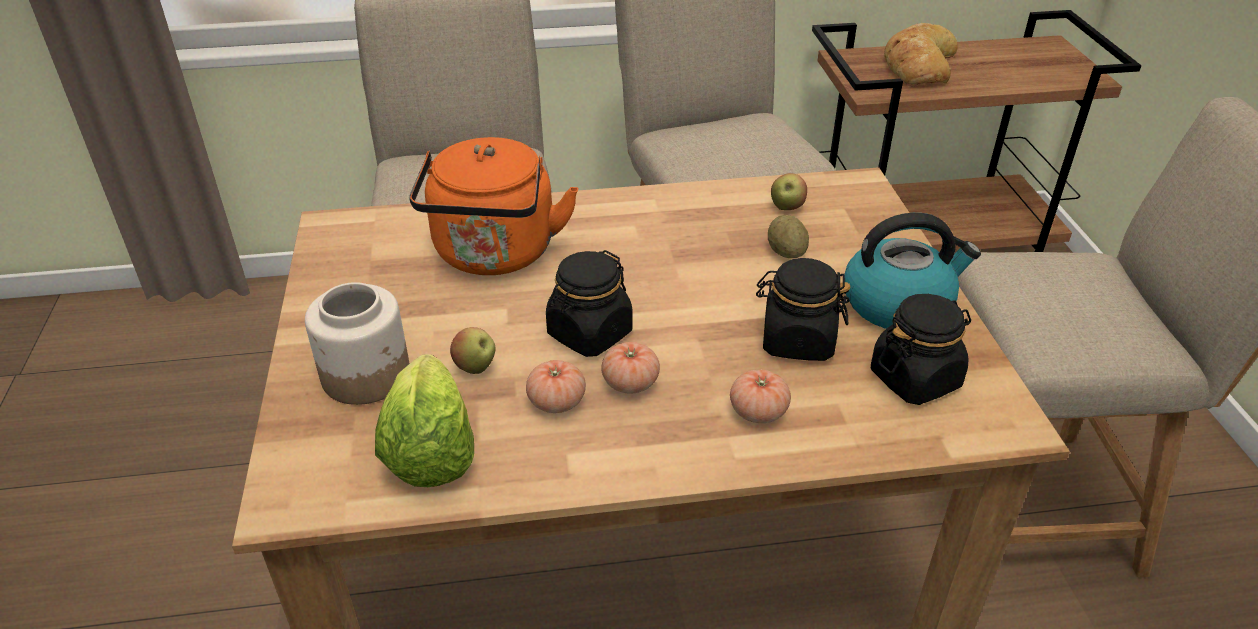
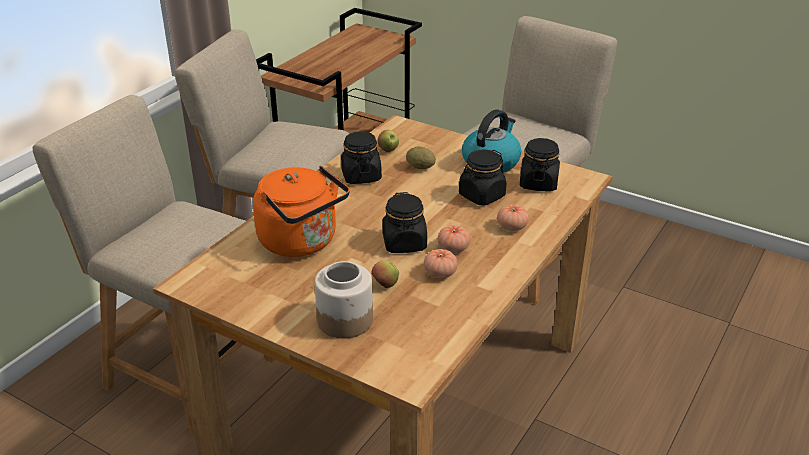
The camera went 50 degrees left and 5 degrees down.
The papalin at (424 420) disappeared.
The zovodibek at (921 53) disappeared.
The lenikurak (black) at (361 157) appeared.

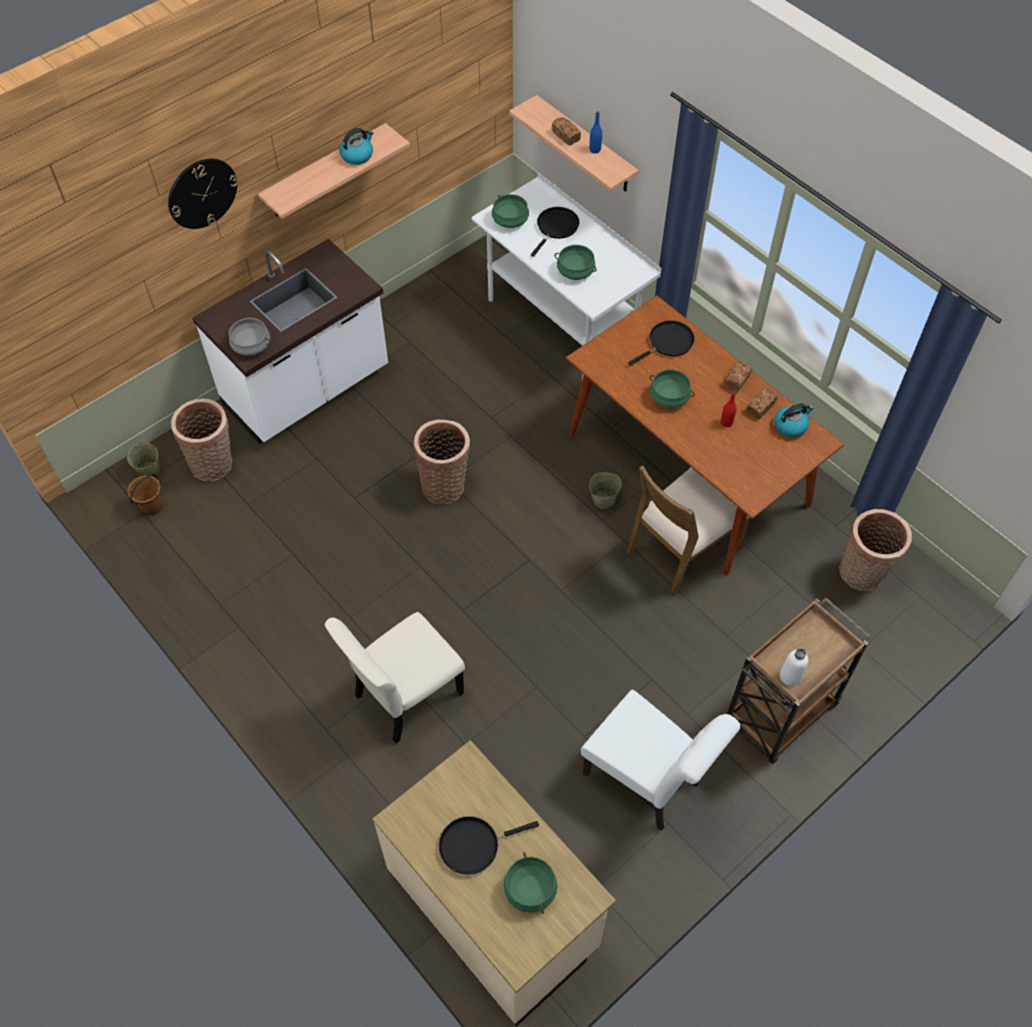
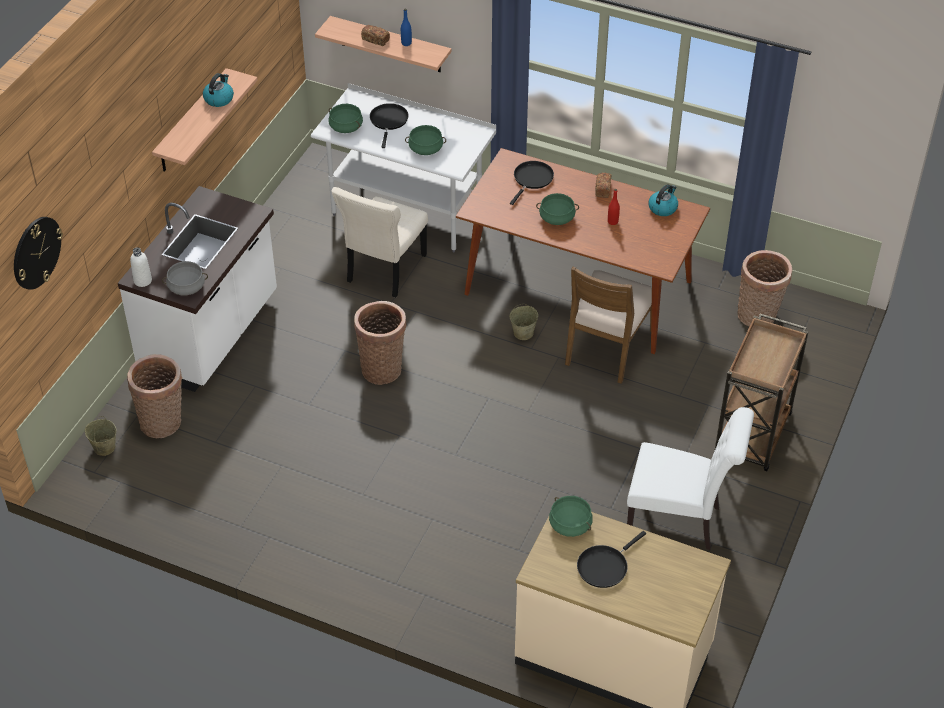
The camera went 25 degrees left and 10 degrees down.
The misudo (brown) at (145 495) disappeared.
The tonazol moved from (203 194) to (38 253).
The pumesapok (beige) moved from (395 678) to (380 242).
The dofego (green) moved from (530 883) to (571 516).
The zovodibek at (762 403) disappeared.
The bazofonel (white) moved from (794 667) to (141 267).

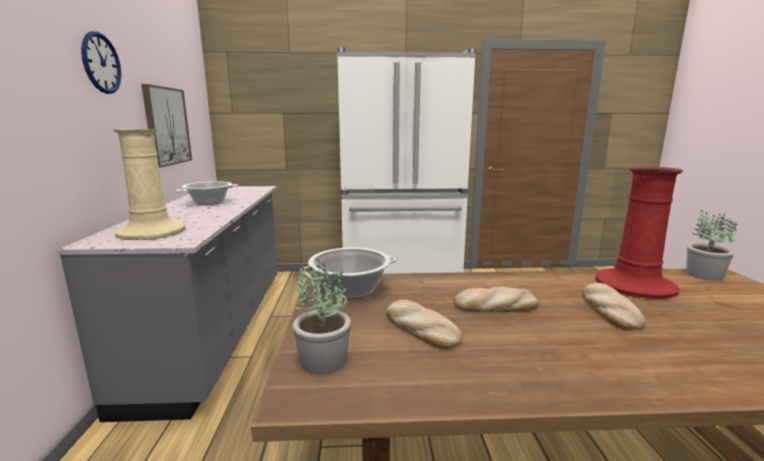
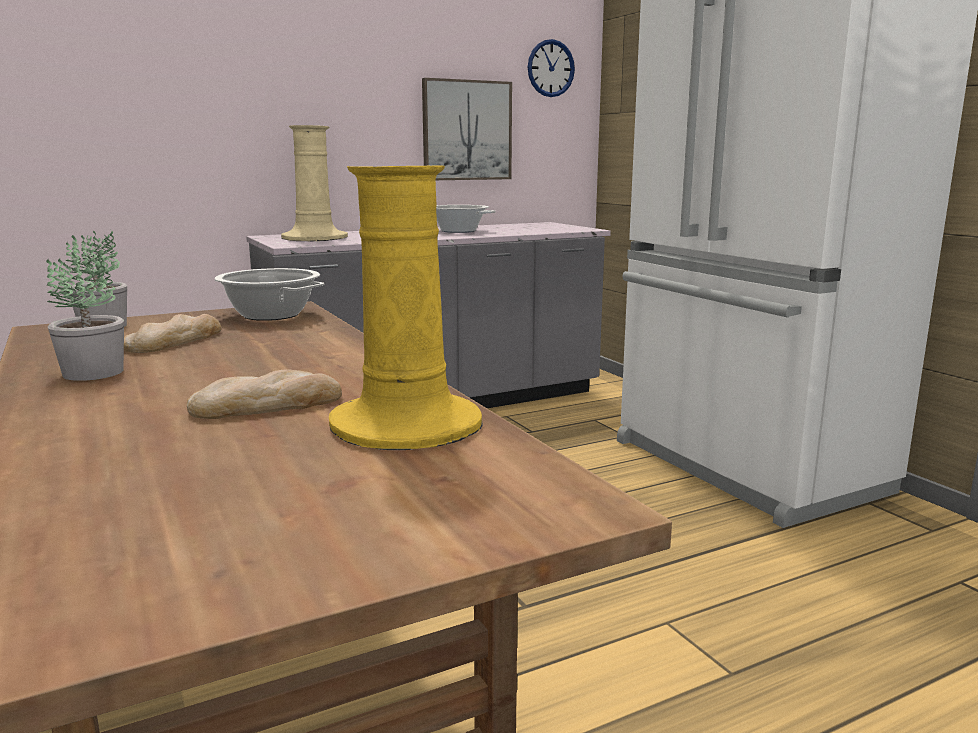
The camera went 65 degrees right and 0 degrees up.
The tonazol moved from (101 62) to (551 68).
The zovodibek at (496 299) disappeared.
The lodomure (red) at (639 232) became the lodomure (yellow) at (406 307).
The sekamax moved from (711 245) to (85 314).

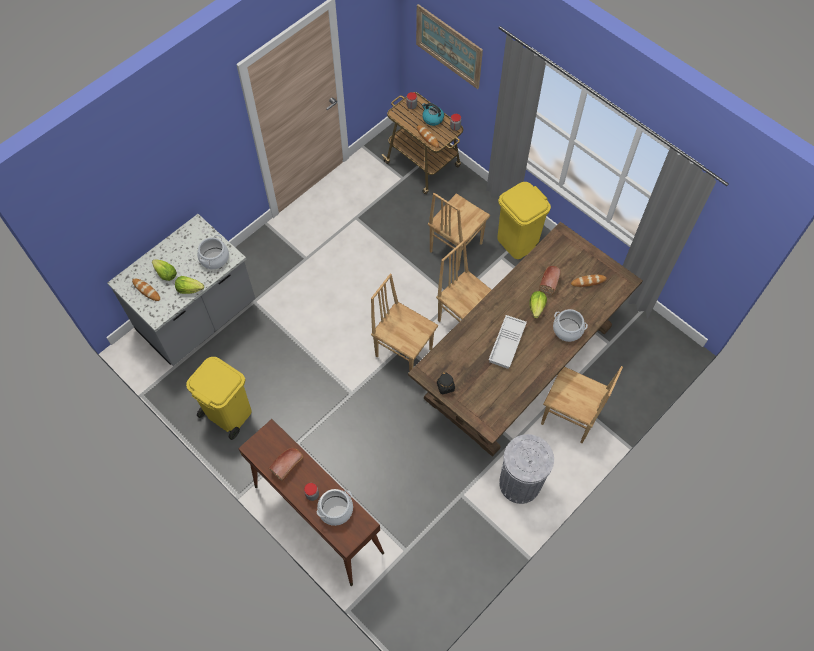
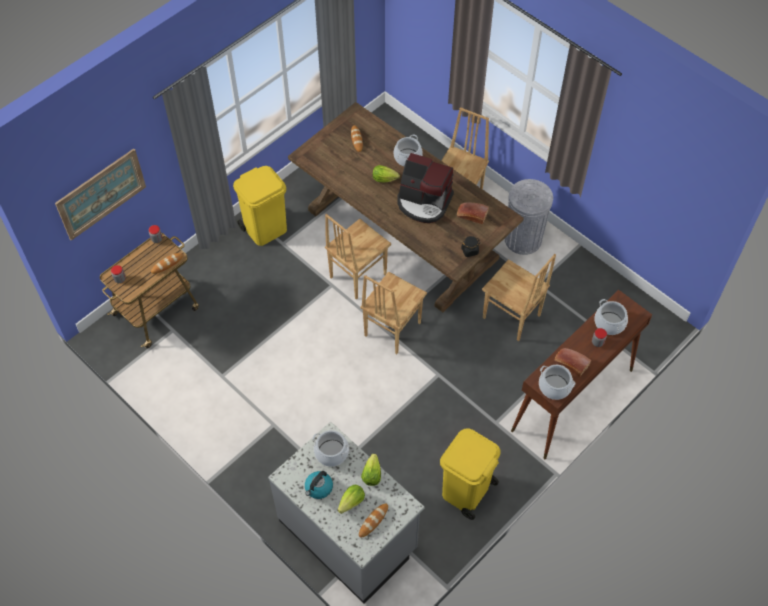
The camera went 90 degrees left and 5 degrees down.
The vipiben moved from (433 114) to (319 485).
The pumesapok (brown) moved from (459 231) to (519 297).
The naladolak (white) at (507 342) was replaced by the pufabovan at (426 188).
The zovodibek moved from (550 280) to (473 213).
The dofego at (557 382) appeared.

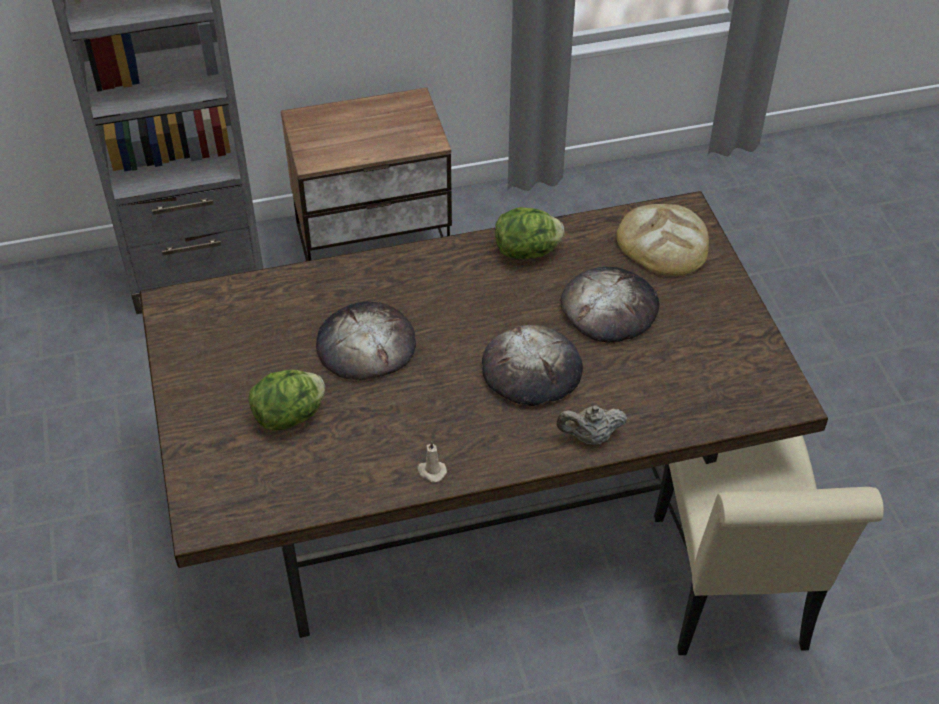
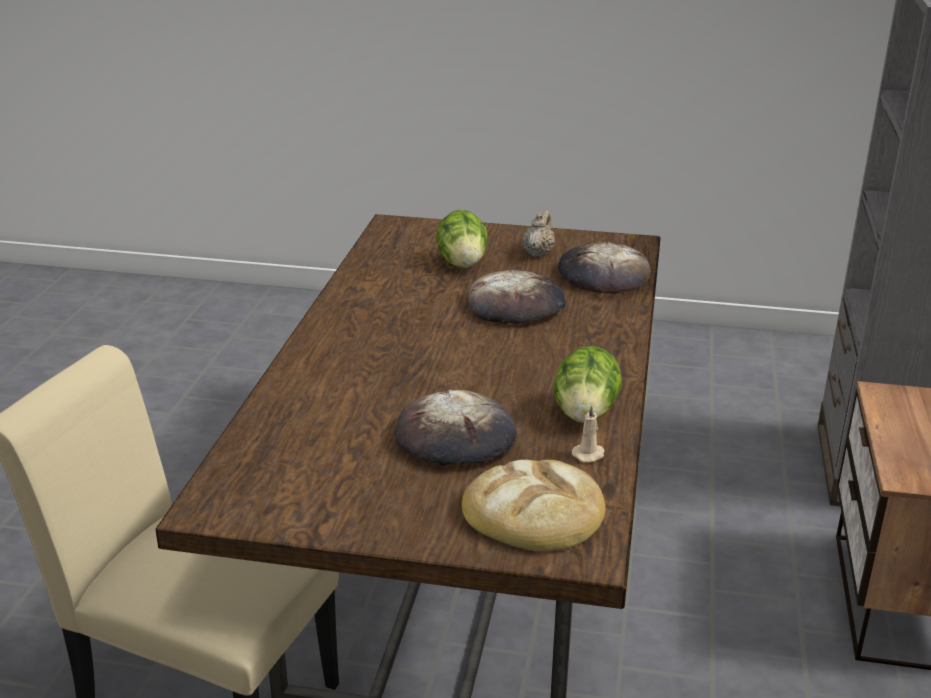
The camera went 115 degrees right and 20 degrees down.
The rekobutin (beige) moved from (432 461) to (588 434).
The zovodibek moved from (532 365) to (604 268).
The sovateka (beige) moved from (591 425) to (539 233).

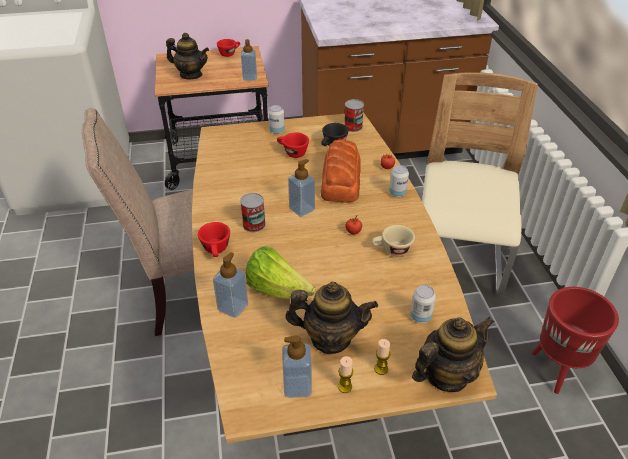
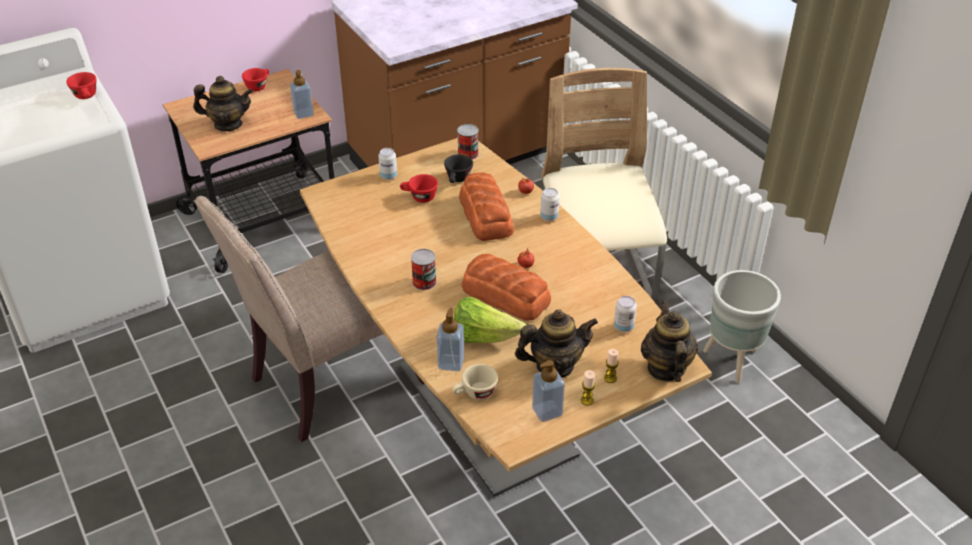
The camera went 20 degrees left and 0 degrees up.
The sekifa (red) moved from (214 239) to (81 85).
The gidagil at (301 188) disappeared.
The sekifa (beige) moved from (393 241) to (475 382).
The sovateka at (453 354) turned 45 degrees counterclockwise.
The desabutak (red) at (575 340) became the desabutak (grey) at (742 326).
The zovodibek at (506 287) appeared.

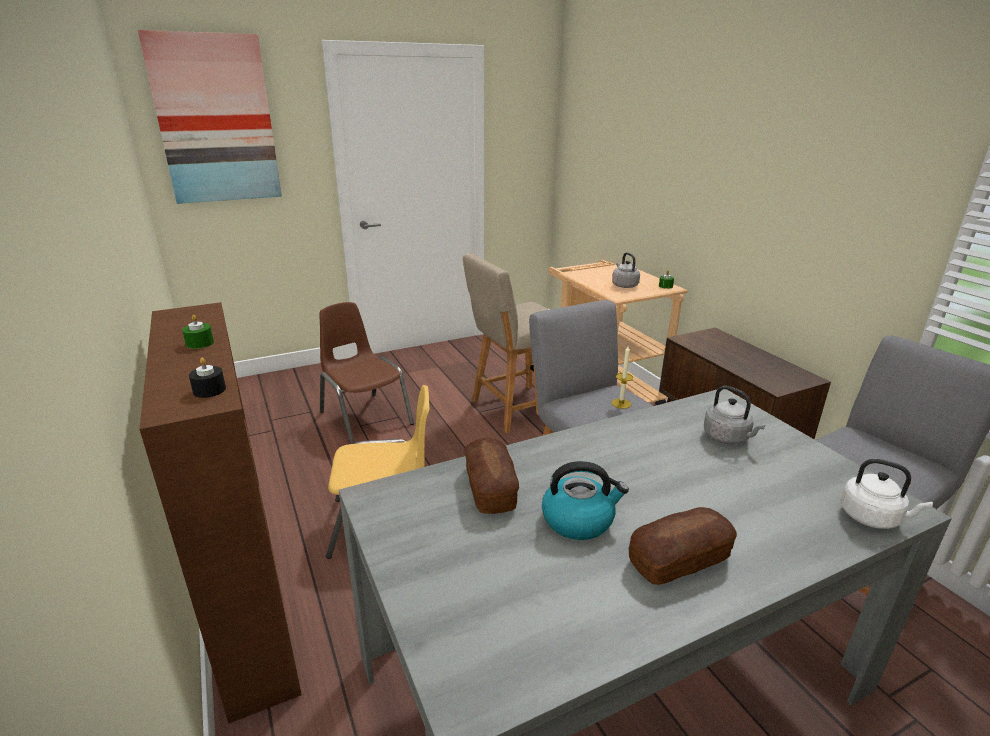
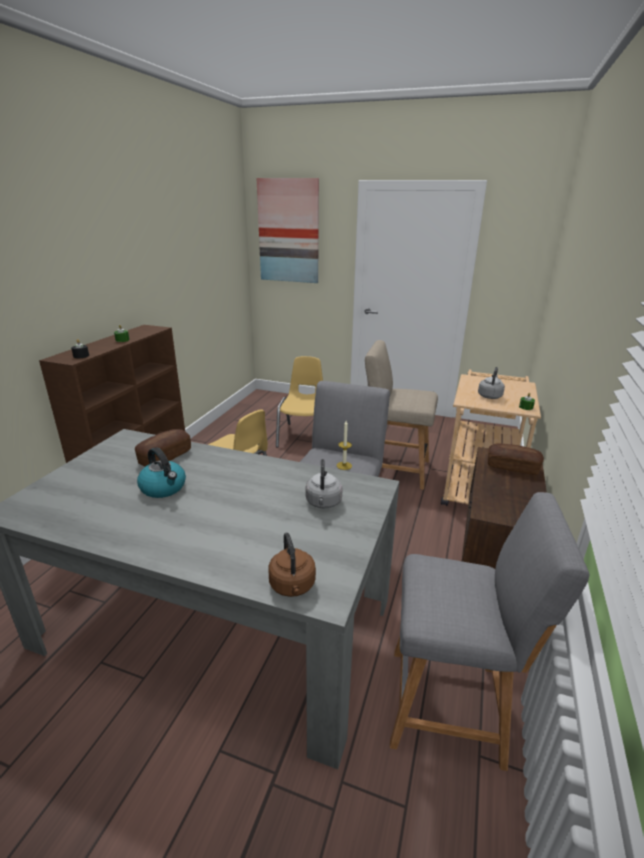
The camera went 45 degrees right and 0 degrees up.
The pumesapok (brown) at (366 373) became the pumesapok (yellow) at (299 402).
The zovodibek moved from (683 546) to (516 459).
The vipiben (white) at (887 494) became the vipiben (brown) at (292 565).

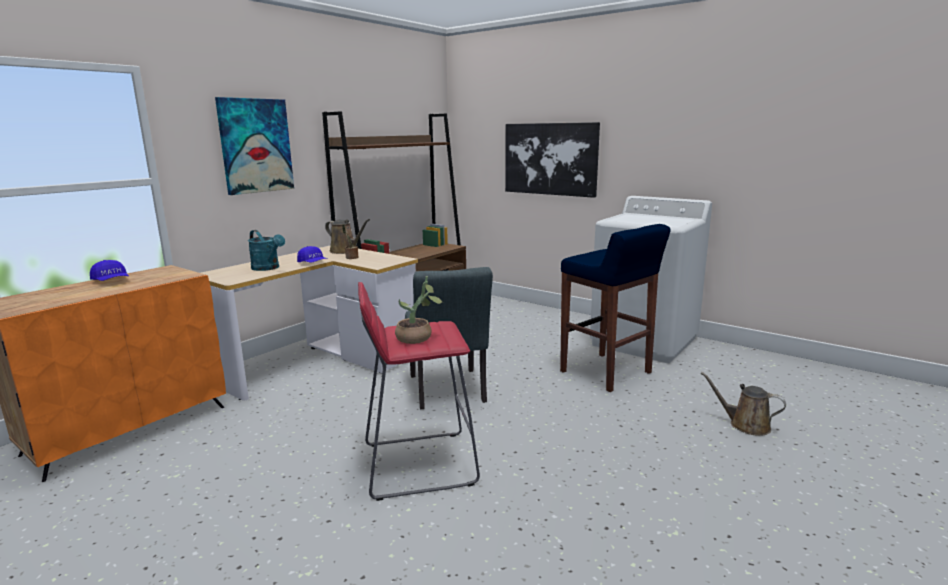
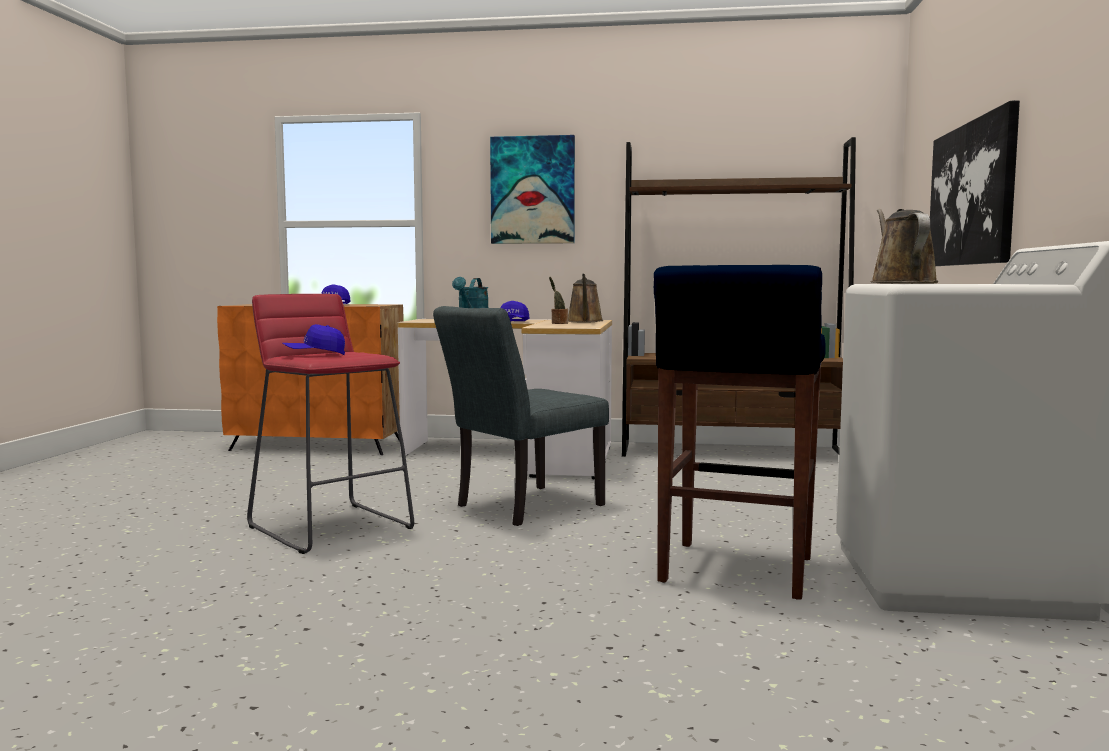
The camera went 60 degrees right and 10 degrees down.
The sekamax at (419 310) was replaced by the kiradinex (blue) at (313 339).
The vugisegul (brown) moved from (743 404) to (904 246).

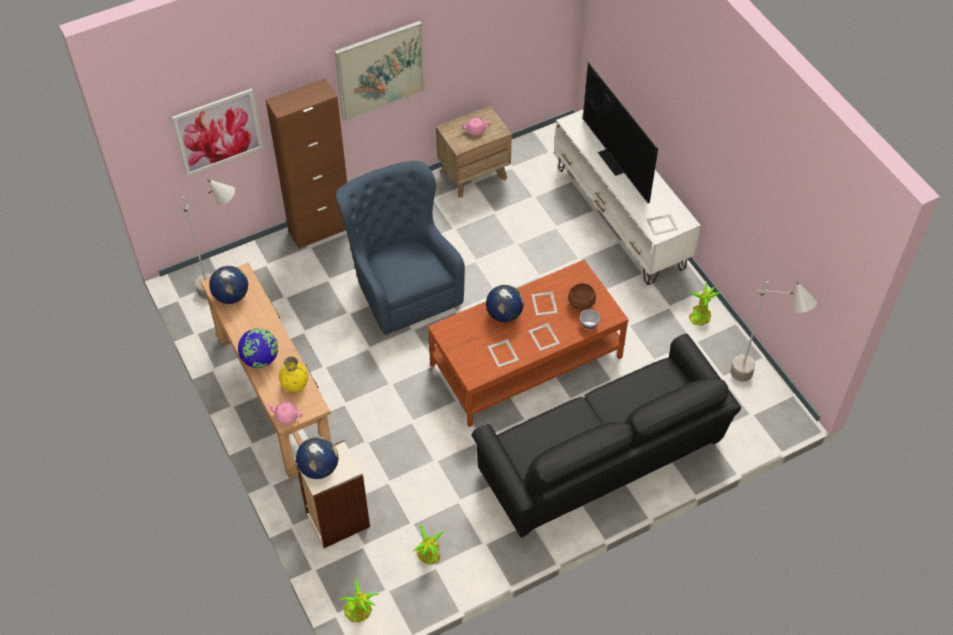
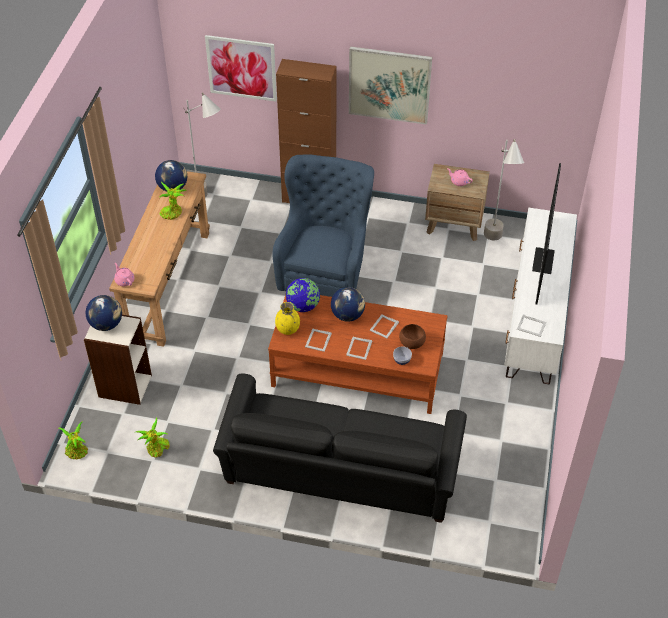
The camera went 40 degrees right and 5 degrees down.
The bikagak moved from (258 348) to (303 295).
The lodomure (yellow) moved from (293 374) to (287 318).
The sekamax moved from (705 304) to (173 201).
The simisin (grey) moved from (773 331) to (504 189).

